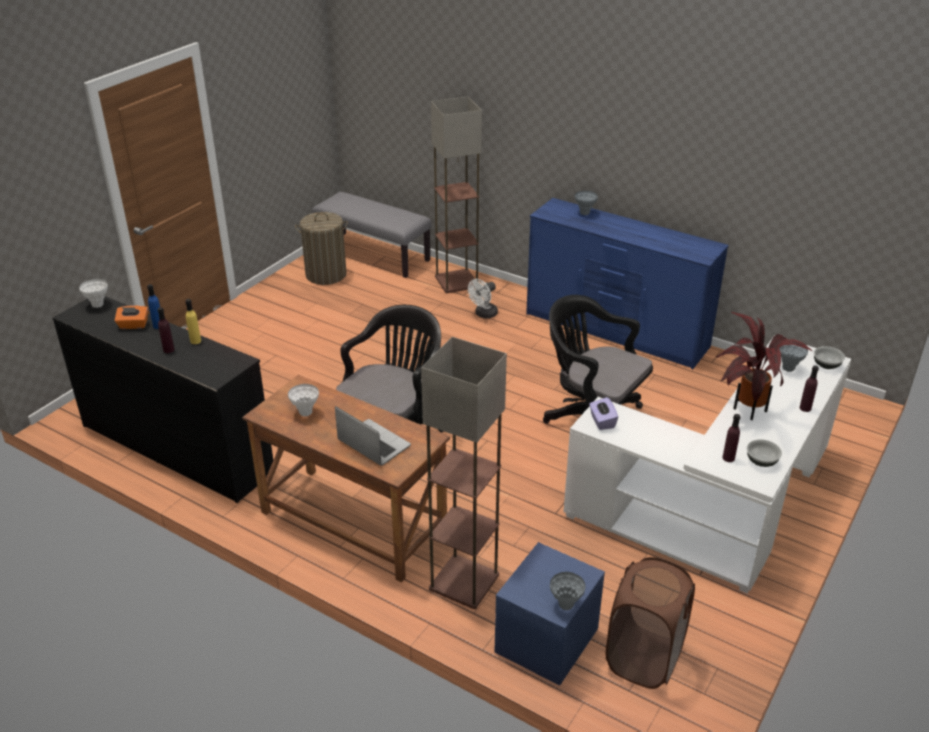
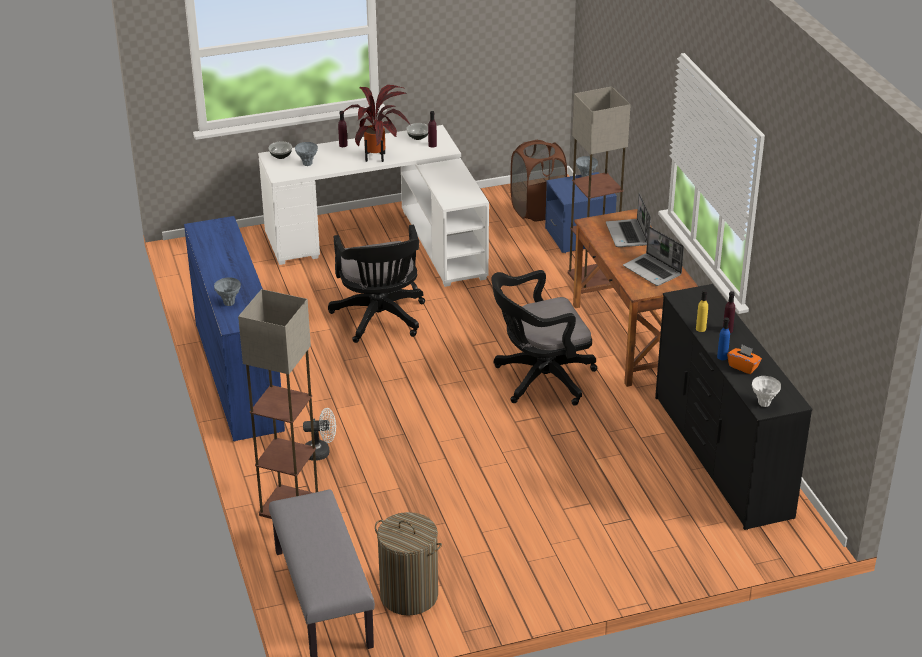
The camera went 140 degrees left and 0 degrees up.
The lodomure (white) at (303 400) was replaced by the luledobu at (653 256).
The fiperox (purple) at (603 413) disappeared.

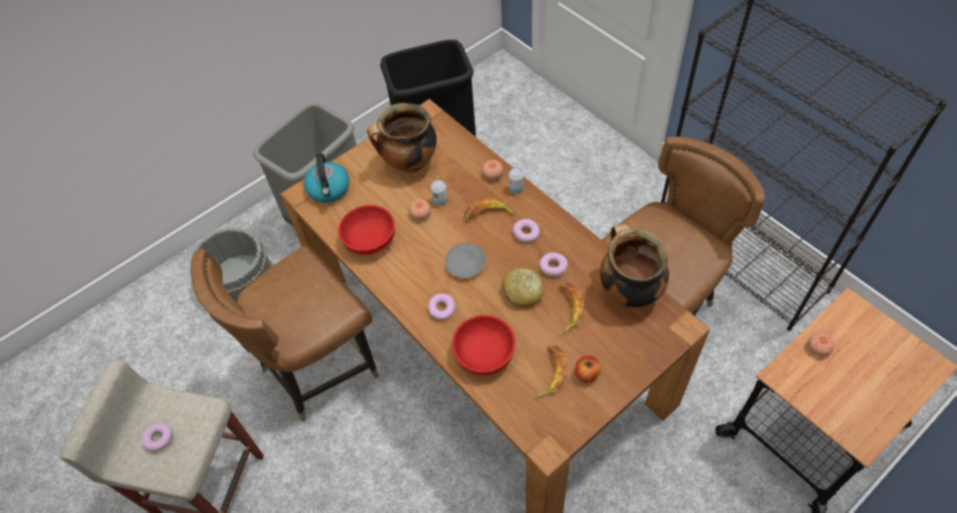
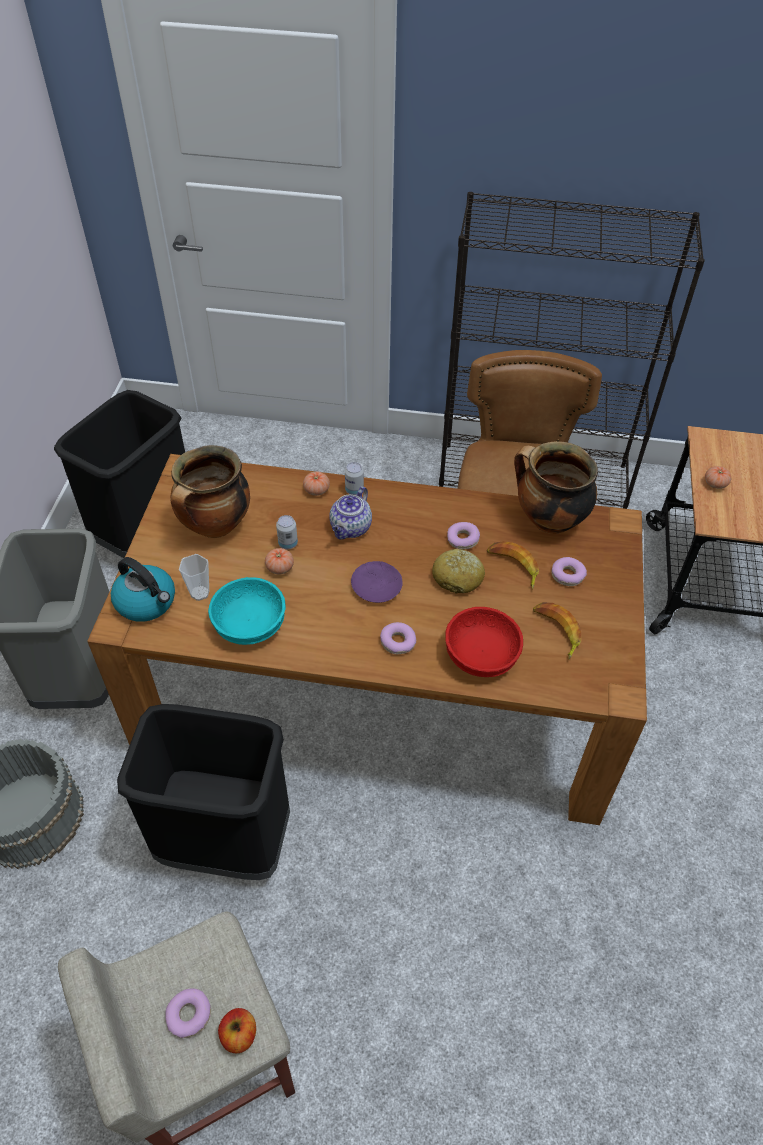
The camera went 45 degrees left and 5 degrees down.
The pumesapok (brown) at (285 333) was replaced by the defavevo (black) at (203 792).
The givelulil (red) at (366 230) became the givelulil (turquoise) at (247 611).
The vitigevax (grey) at (465 260) became the vitigevax (purple) at (377 582).
The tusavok at (490 210) was replaced by the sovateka at (350 513).
The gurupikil moved from (526 231) to (569 571).
The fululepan moved from (588 369) to (237 1030).
The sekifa at (194 577) appeared.

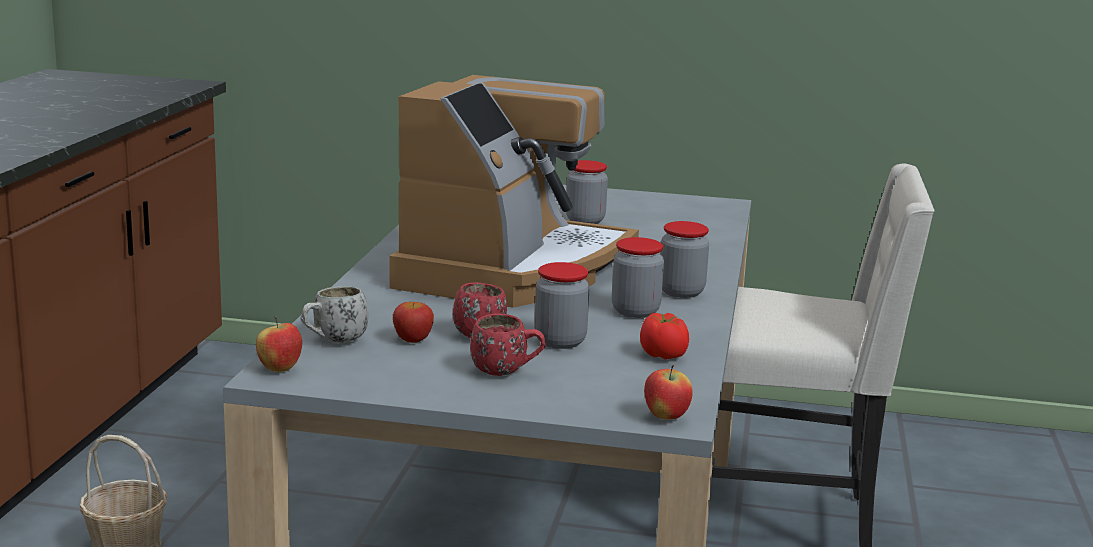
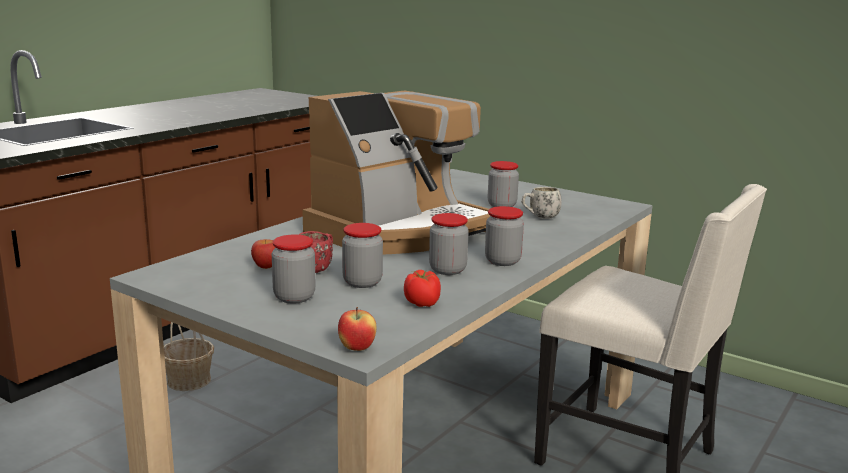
The camera went 25 degrees right and 0 degrees up.
The fululepan at (279 344) disappeared.
The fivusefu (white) moved from (334 314) to (541 203).
The fivusefu (red) at (508 345) was replaced by the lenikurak at (294 269).

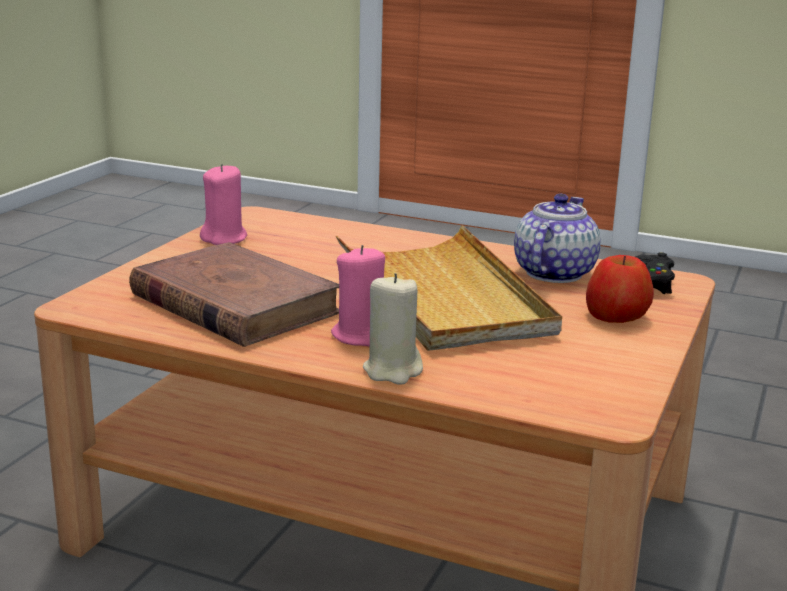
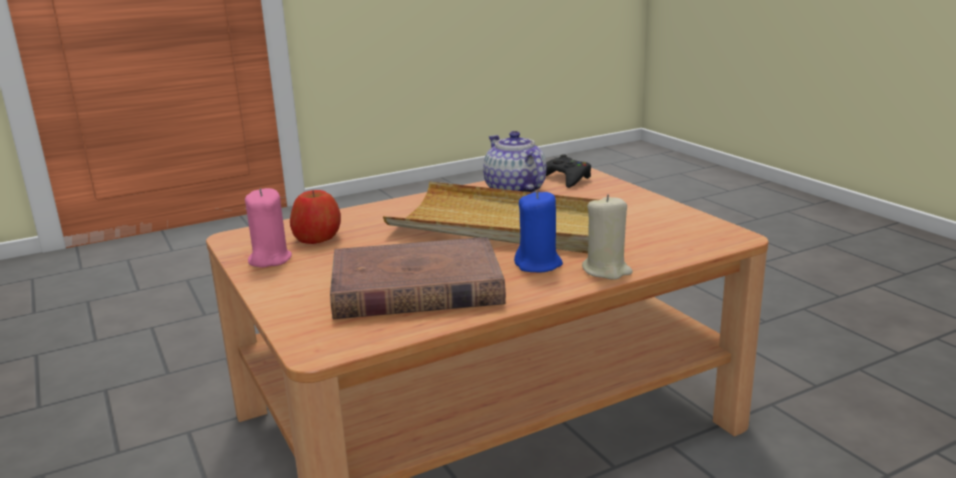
The camera went 50 degrees left and 0 degrees up.
The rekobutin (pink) at (358 295) became the rekobutin (blue) at (538 231).
The fululepan moved from (620 289) to (315 217).

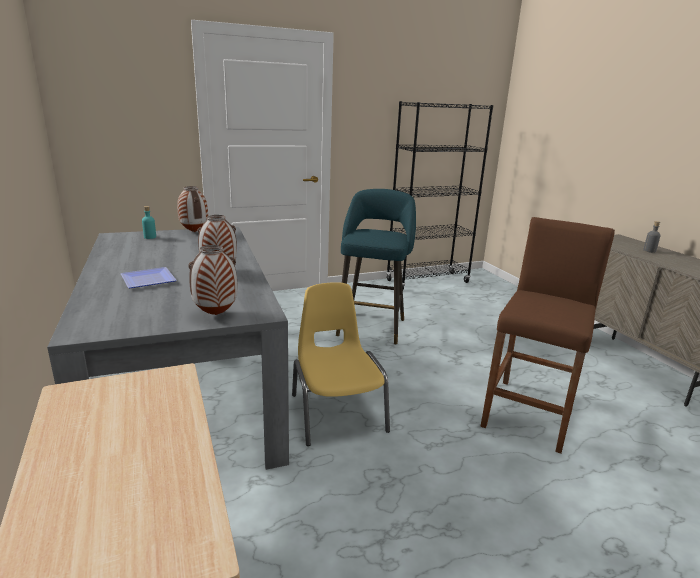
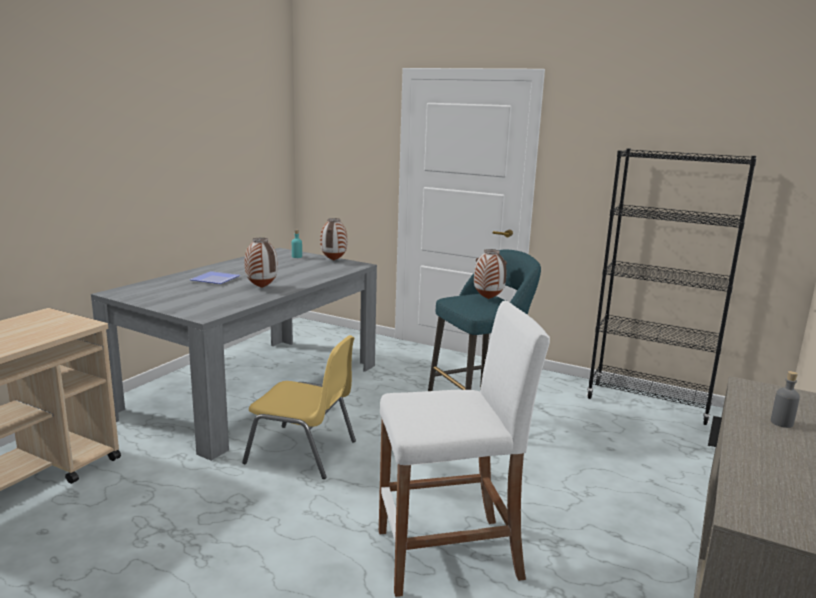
The camera went 50 degrees right and 5 degrees down.
The lodomure moved from (213 280) to (490 274).
The pumesapok (yellow) at (341 364) turned 75 degrees clockwise.
The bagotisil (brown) at (547 335) became the bagotisil (white) at (464 449).

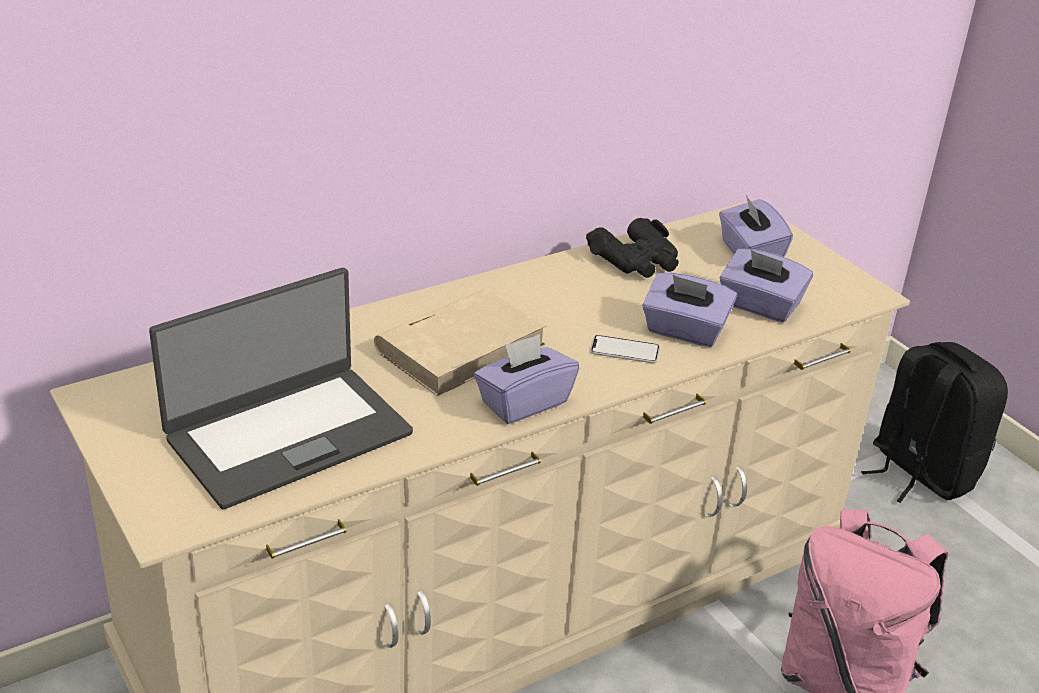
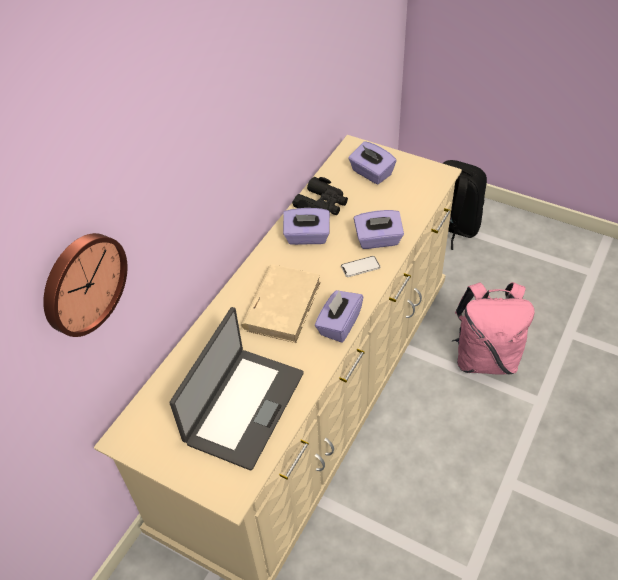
The camera went 25 degrees left and 15 degrees up.
The fiperox (purple) moved from (766 286) to (306 226).
The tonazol at (85 285) appeared.

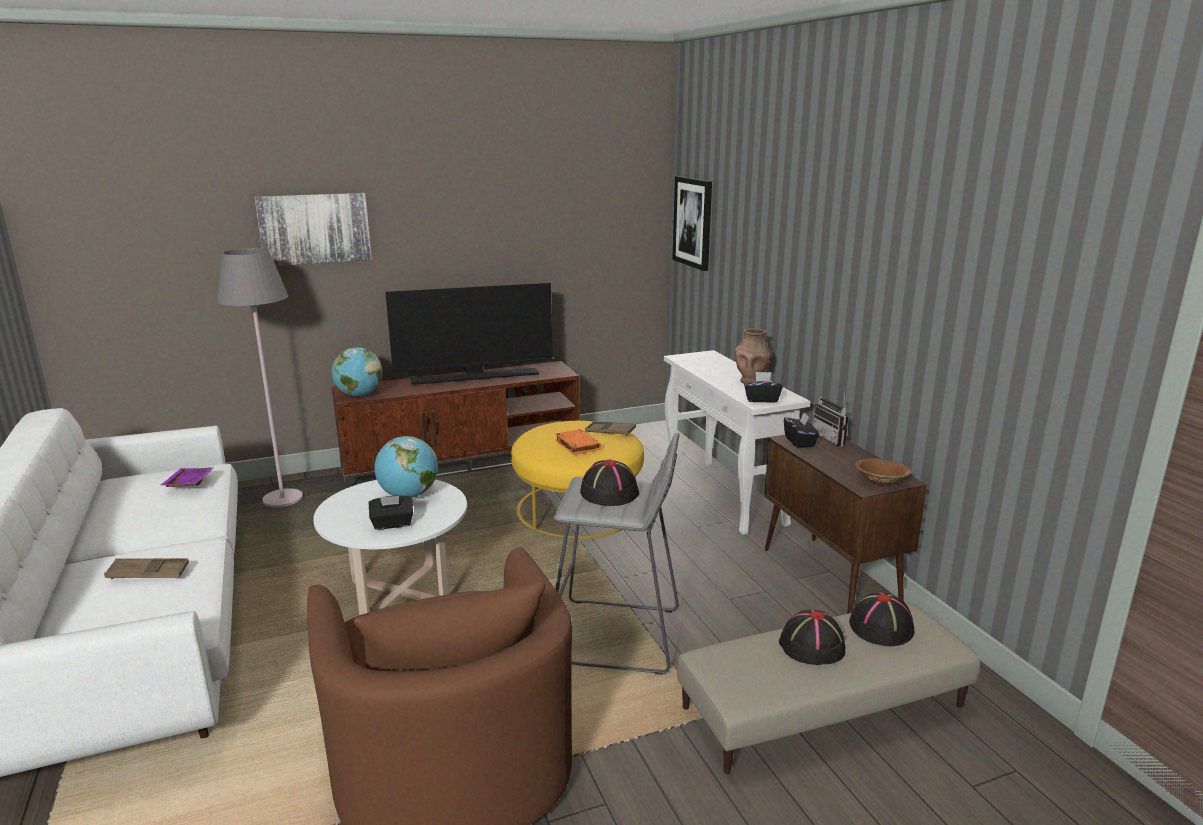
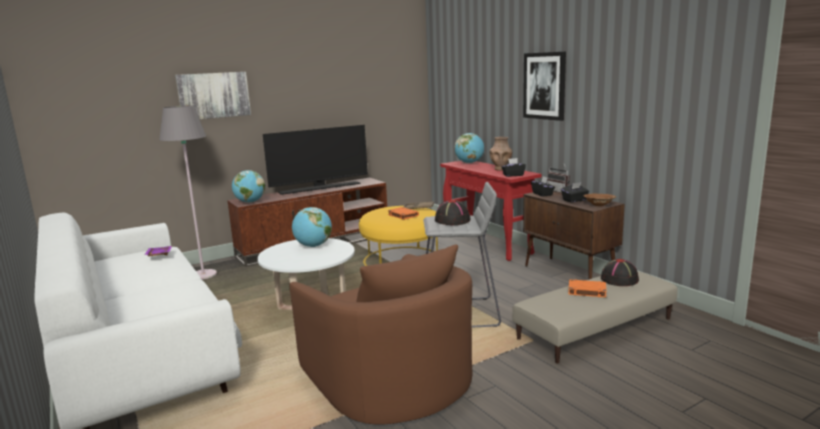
The camera went 10 degrees left and 5 degrees down.
The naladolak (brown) at (146 568) disappeared.
The fiperox (black) moved from (391 512) to (575 192).
The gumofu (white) at (737 442) became the gumofu (red) at (491 211).
The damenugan moved from (692 223) to (544 86).
The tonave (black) at (812 637) was replaced by the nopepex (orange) at (587 288).
The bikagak at (469 148) appeared.

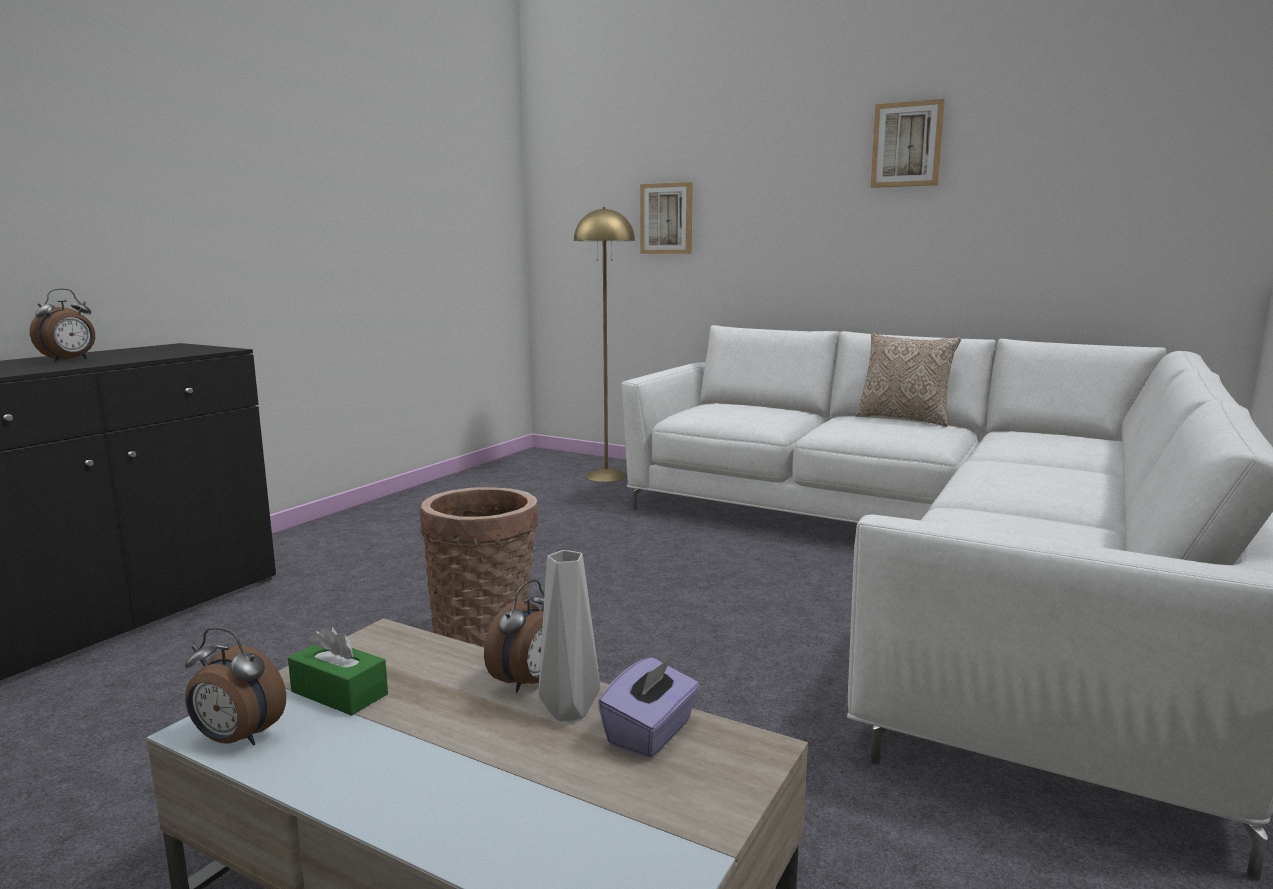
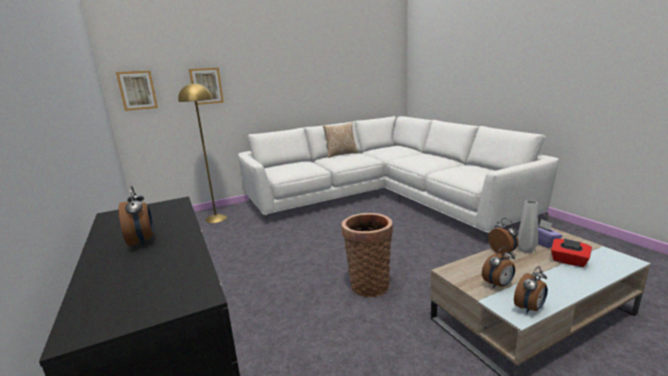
The camera went 55 degrees left and 5 degrees up.
The fiperox (green) at (338 670) was replaced by the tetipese at (498 267).
The damenugan moved from (907 143) to (137 91).
The fiperox (red) at (571 252) appeared.

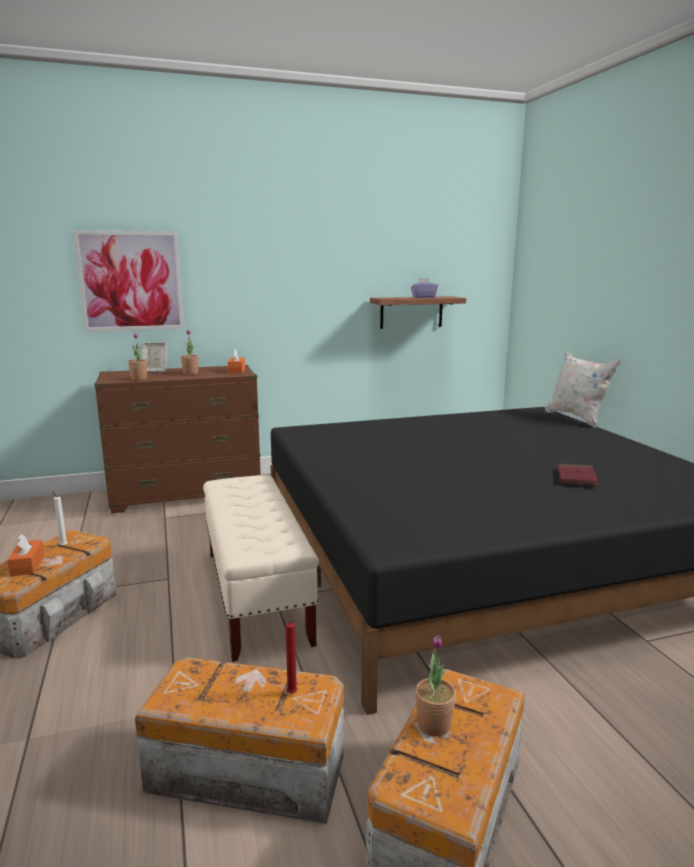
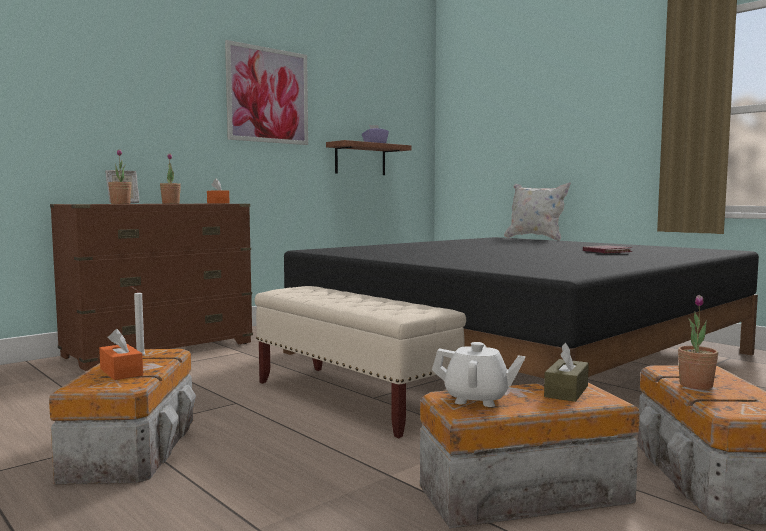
The camera went 25 degrees left and 10 degrees down.
The damenugan moved from (129 281) to (266 92).
The rekobutin (red) at (291 657) was replaced by the fiperox (brown) at (566 372).
The sovateka (white) at (478 374) appeared.

